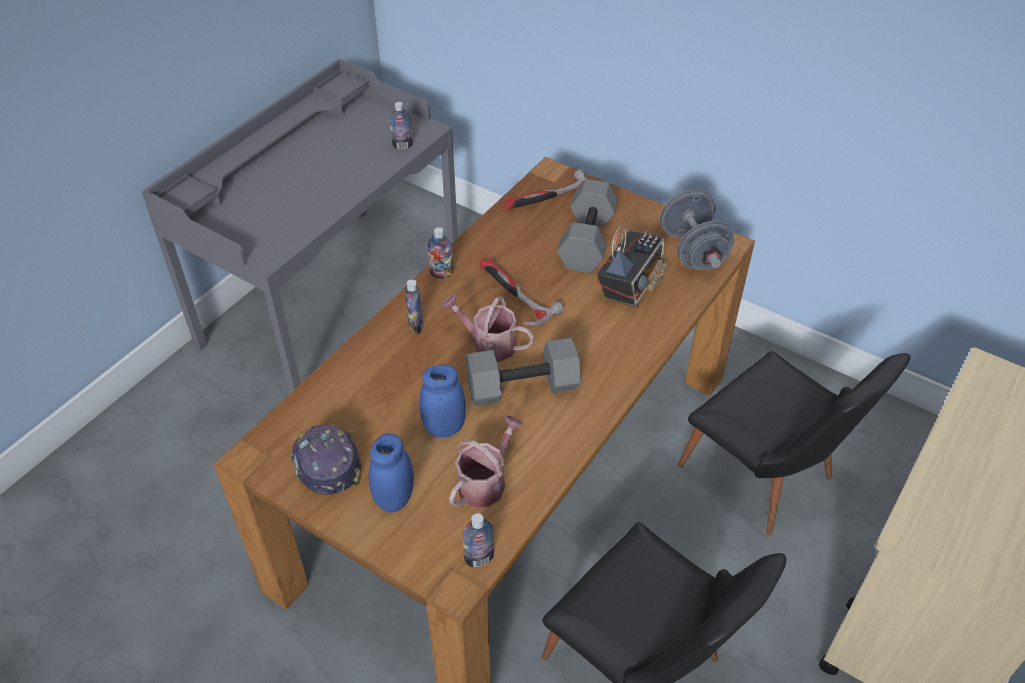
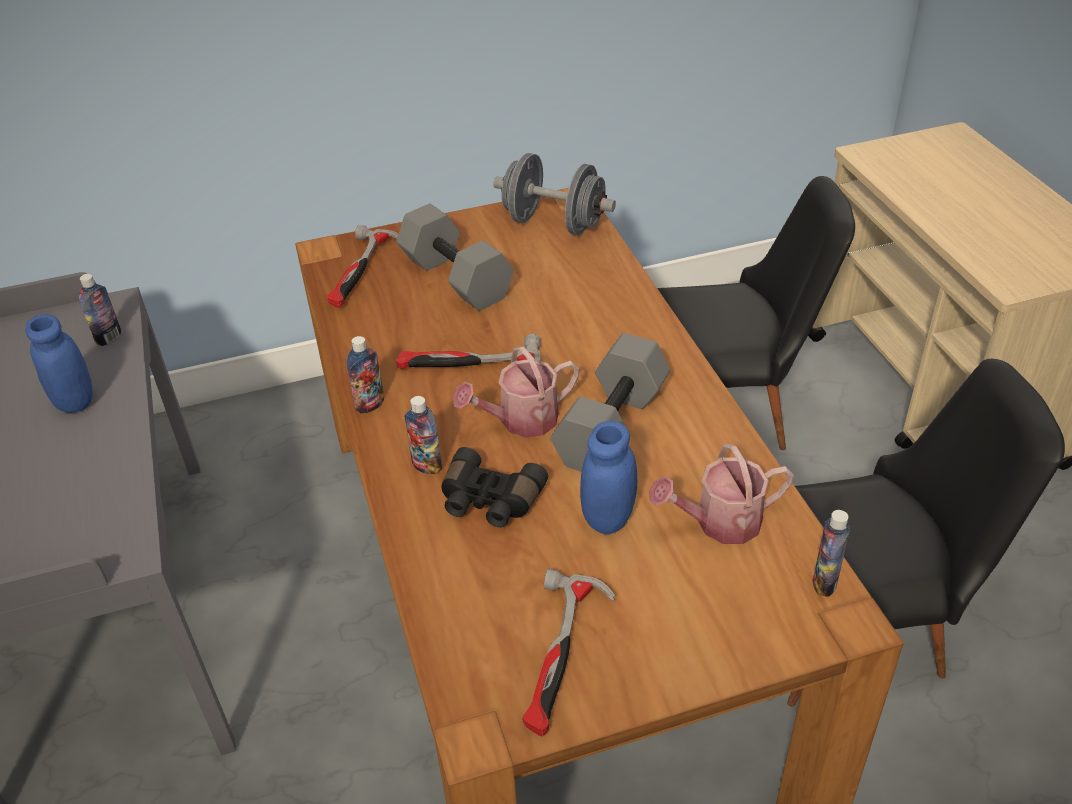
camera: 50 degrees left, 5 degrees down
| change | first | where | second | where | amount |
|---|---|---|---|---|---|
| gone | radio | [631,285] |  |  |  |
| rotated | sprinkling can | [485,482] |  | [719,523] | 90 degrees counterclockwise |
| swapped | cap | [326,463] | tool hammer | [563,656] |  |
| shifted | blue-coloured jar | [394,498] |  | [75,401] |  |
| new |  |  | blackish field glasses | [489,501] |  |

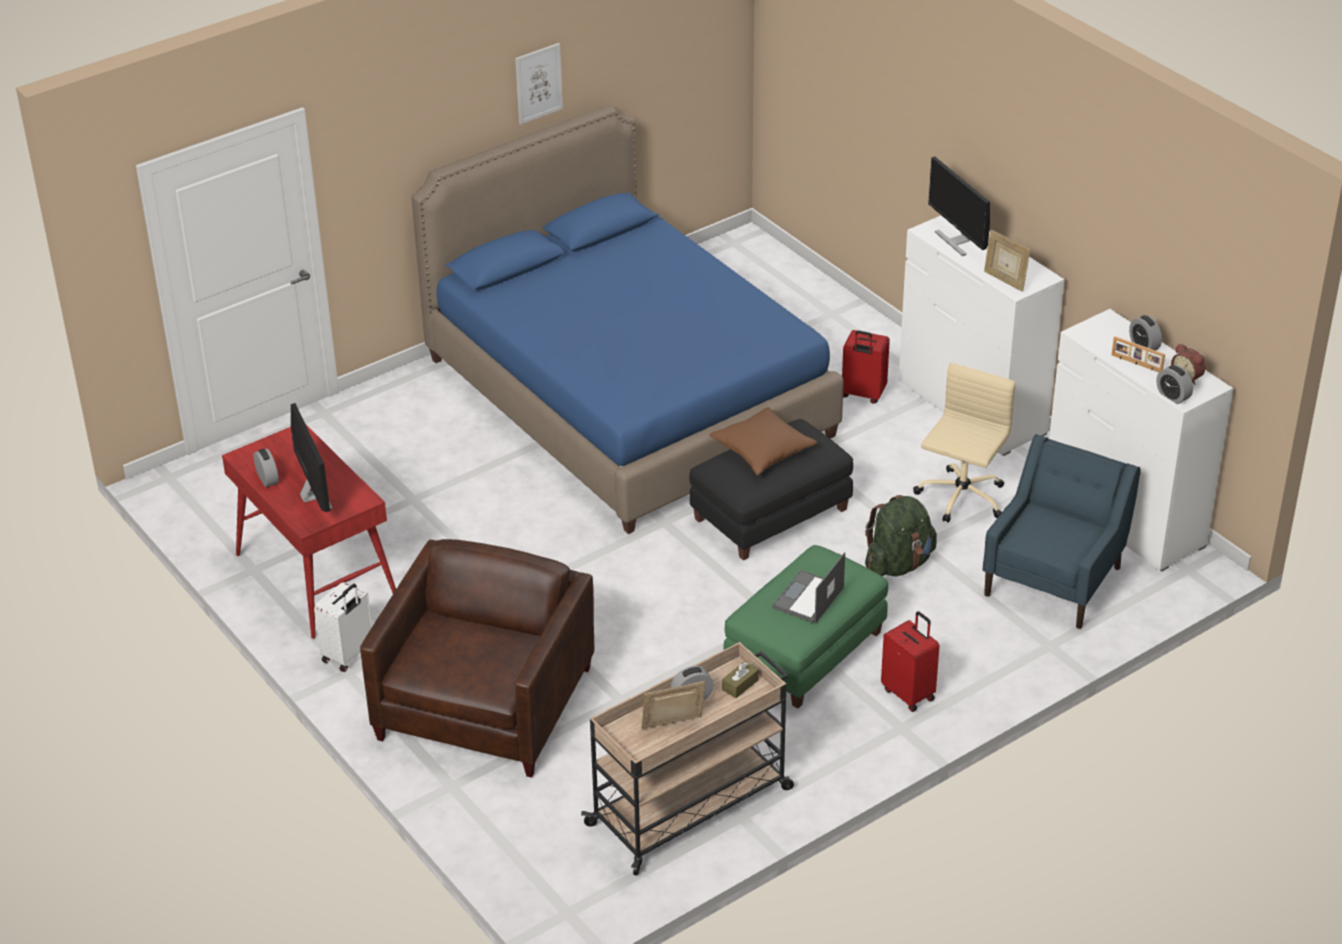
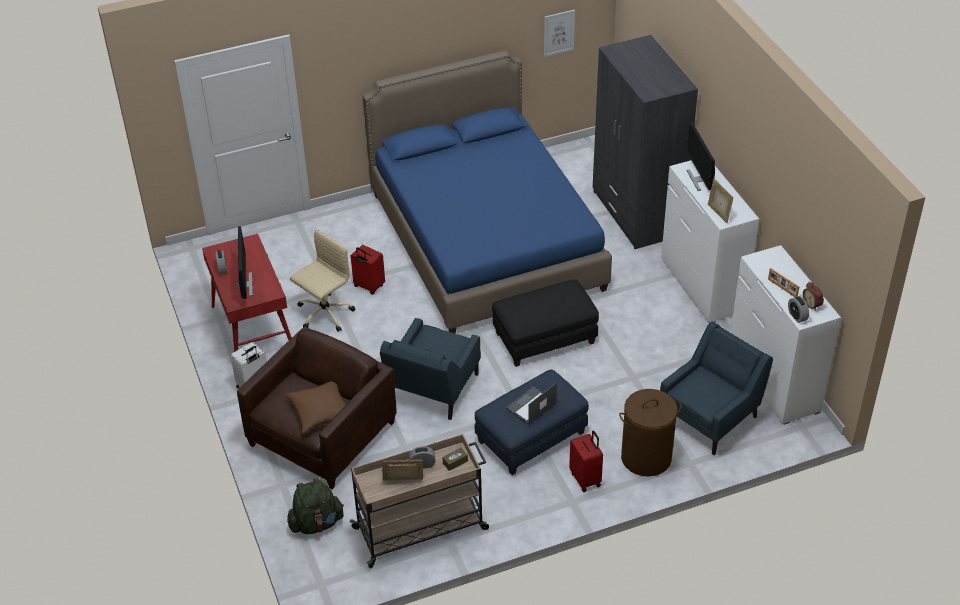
camera: 15 degrees right, 5 degrees up
| change | first | where | second | where | amount |
|---|---|---|---|---|---|
| shifted | wall picture | [538,83] |  | [559,33] |  |
| gone | table clock | [1144,346] |  |  |  |
| shifted | red piece of luggage | [862,394] |  | [368,286] |  |
| shifted | beige office chair | [961,498] |  | [324,314] |  |
| shifted | brown-coloured pillow | [762,451] |  | [320,412] |  |
| shifted | green-coloured rucksack | [899,564] |  | [316,523] |  |
| repainted | green-coloured footrest | [804,652] | blue-coloured footrest | [530,437] |  |
| new |  |  | gray clothes cupboard | [636,214] |  |
| new |  |  | blue-coloured lounge chair | [433,389] |  |
| new |  |  | brown-coloured washing basket | [646,457] |  |

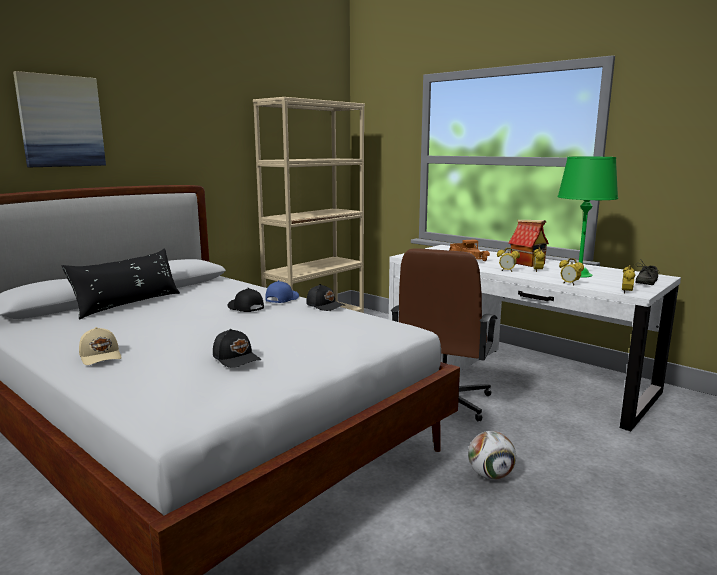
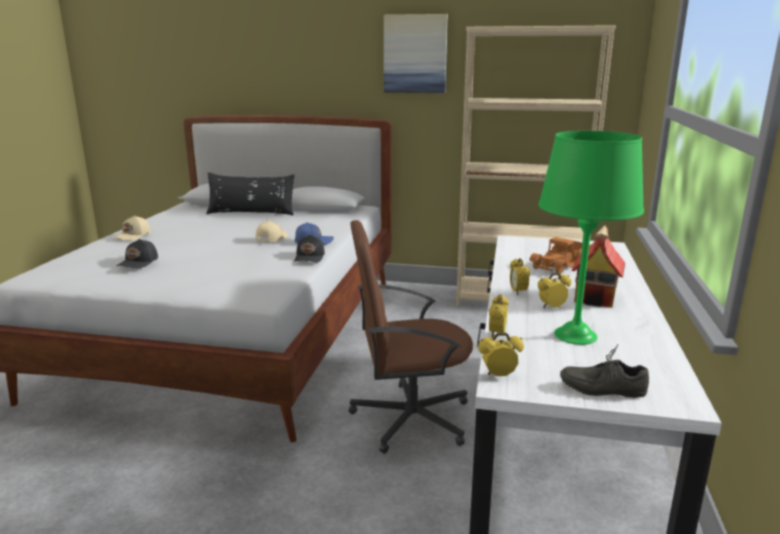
camera: 60 degrees right, 5 degrees up
| change | first | where | second | where | amount |
|---|---|---|---|---|---|
| shifted | wall picture | [61,121] |  | [415,54] |  |
| repainted | blackish cap | [245,308] | beige cap | [271,238] |  |
| gone | football | [490,475] |  |  |  |

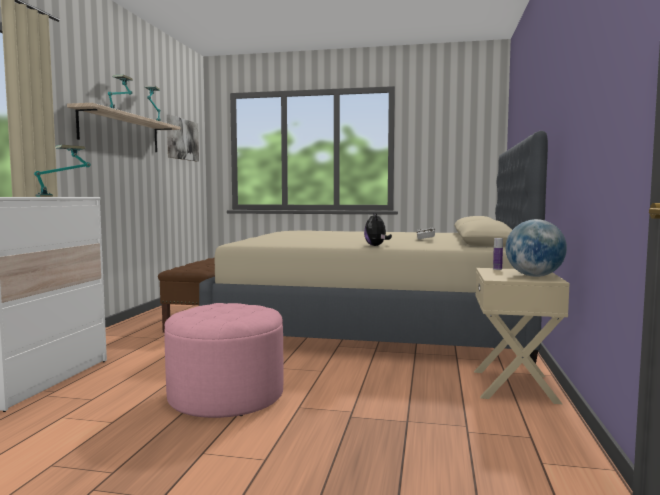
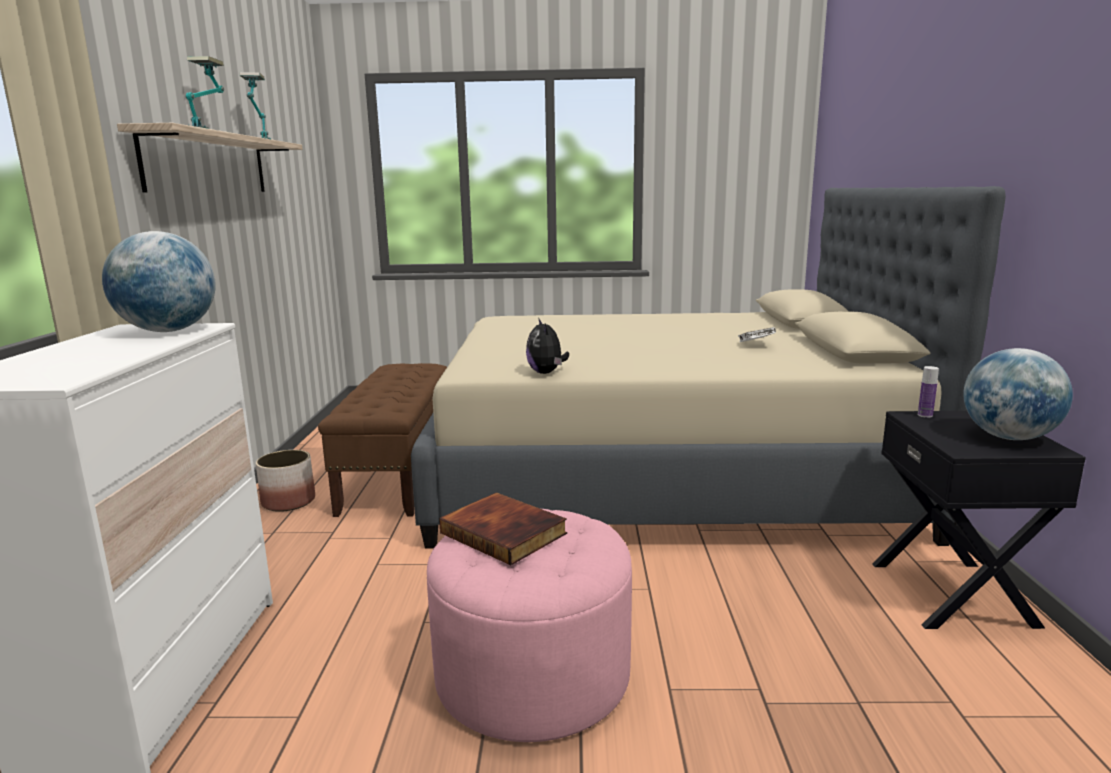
camera: 10 degrees left, 10 degrees up
| change | first | where | second | where | amount |
|---|---|---|---|---|---|
| gone | wall picture | [182,139] |  |  |  |
| swapped | table lamp | [64,196] | globe | [168,331] |  |
| shifted | soft toy | [376,246] |  | [546,373] |  |
| repainted | beige nightstand | [516,386] | blackish nightstand | [954,593] |  |
| new |  |  | planter | [289,501] |  |
| new |  |  | bound book | [505,532] |  |

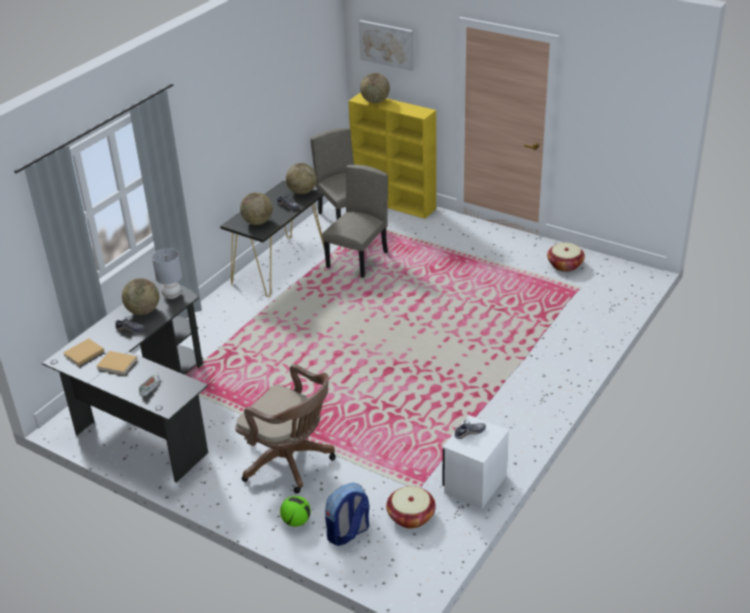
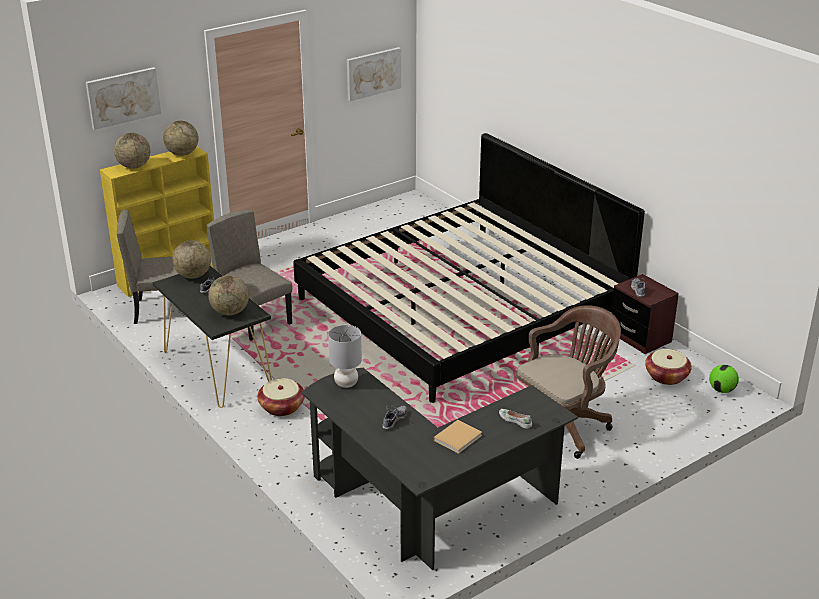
camera: 70 degrees left, 5 degrees down
| change | first | where | second | where | amount |
|---|---|---|---|---|---|
| shifted | basket | [565,265] |  | [282,407] |  |
| shifted | globe | [143,311] |  | [182,154] |  |
| gone | beige bound book | [83,354] |  |  |  |
| repainted | whitish nightstand | [475,484] | brown-coloured nightstand | [640,337] |  |
| gone | rucksack | [348,533] |  |  |  |
| shifted | football | [296,521] |  | [722,390] |  |
| new |  |  | wall picture | [373,73] |  |
| new |  |  | bedroom bed | [461,308] |  |

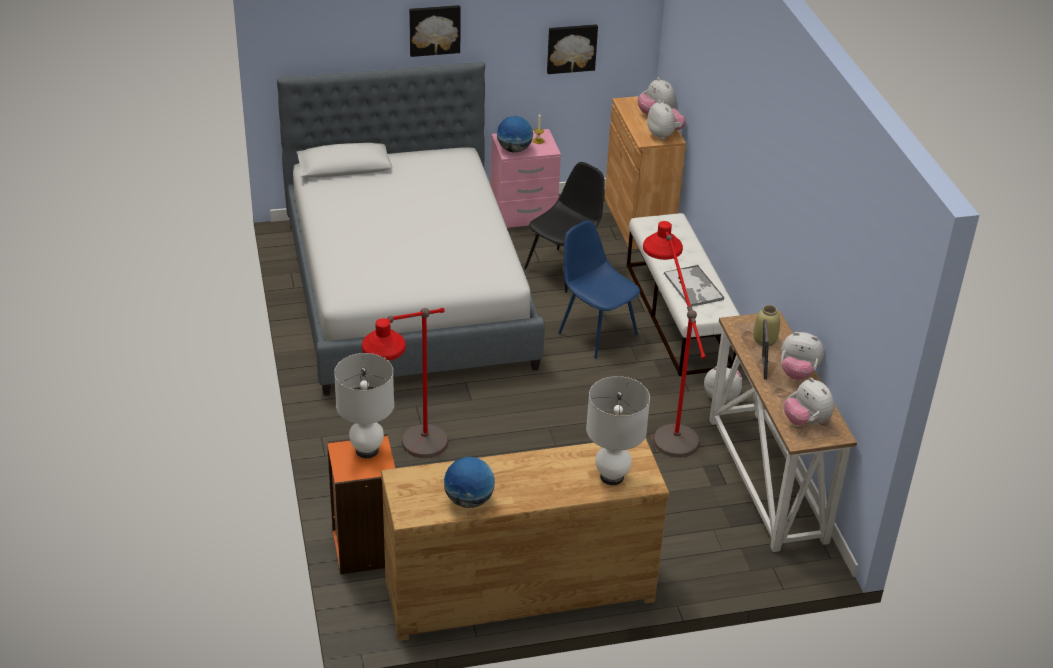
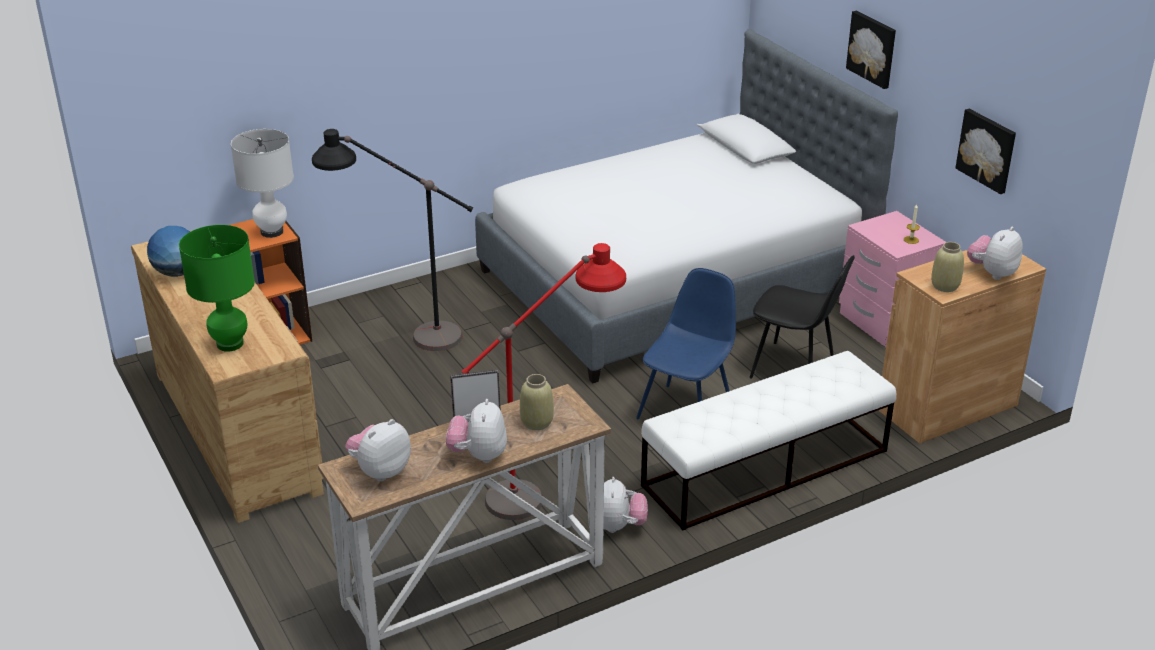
camera: 75 degrees right, 5 degrees down
| change | first | where | second | where | amount |
|---|---|---|---|---|---|
| swapped | soft toy | [664,135] | beige vase | [945,286] |  |
| gone | globe | [514,149] |  |  |  |
| gone | carrying tray | [694,287] |  |  |  |
| repainted | red standard lamp | [410,463] | blackish standard lamp | [403,335] |  |
| repainted | whitish table lamp | [612,477] | green-coloured table lamp | [230,344] |  |

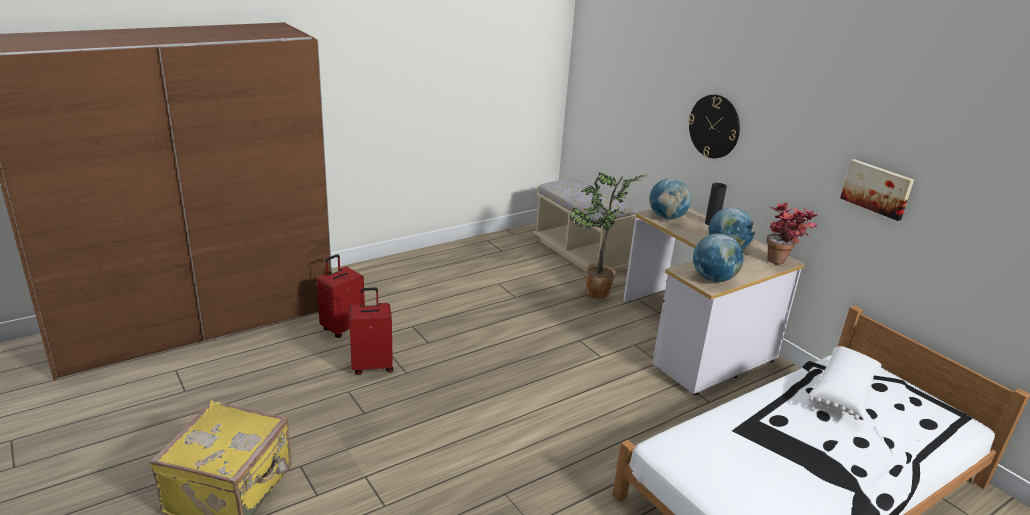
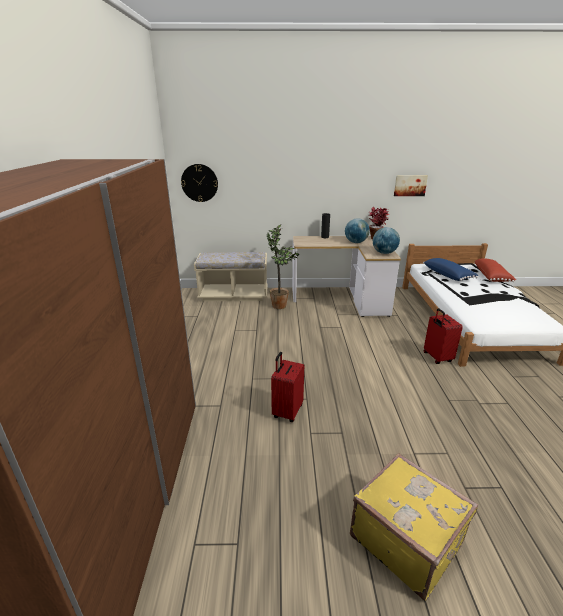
camera: 55 degrees left, 0 degrees up
| change | first | where | second | where | amount |
|---|---|---|---|---|---|
| shifted | wall clock | [714,126] |  | [199,183] |  |
| gone | globe | [666,217] |  |  |  |
| shifted | red piece of luggage | [342,328] |  | [436,357] |  |
| repainted | whitish pillow | [843,392] | blue-coloured pillow | [448,275] |  |
| new |  |  | red pillow | [492,276] |  |

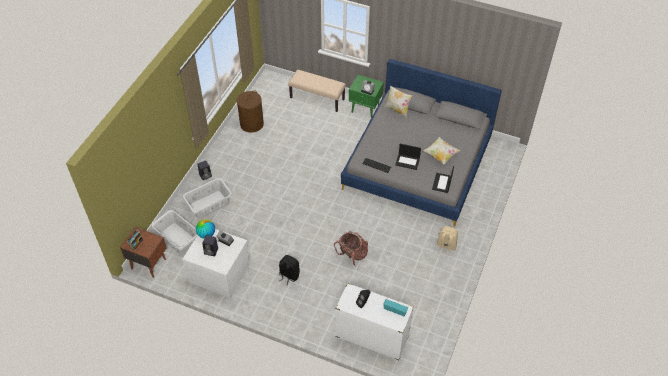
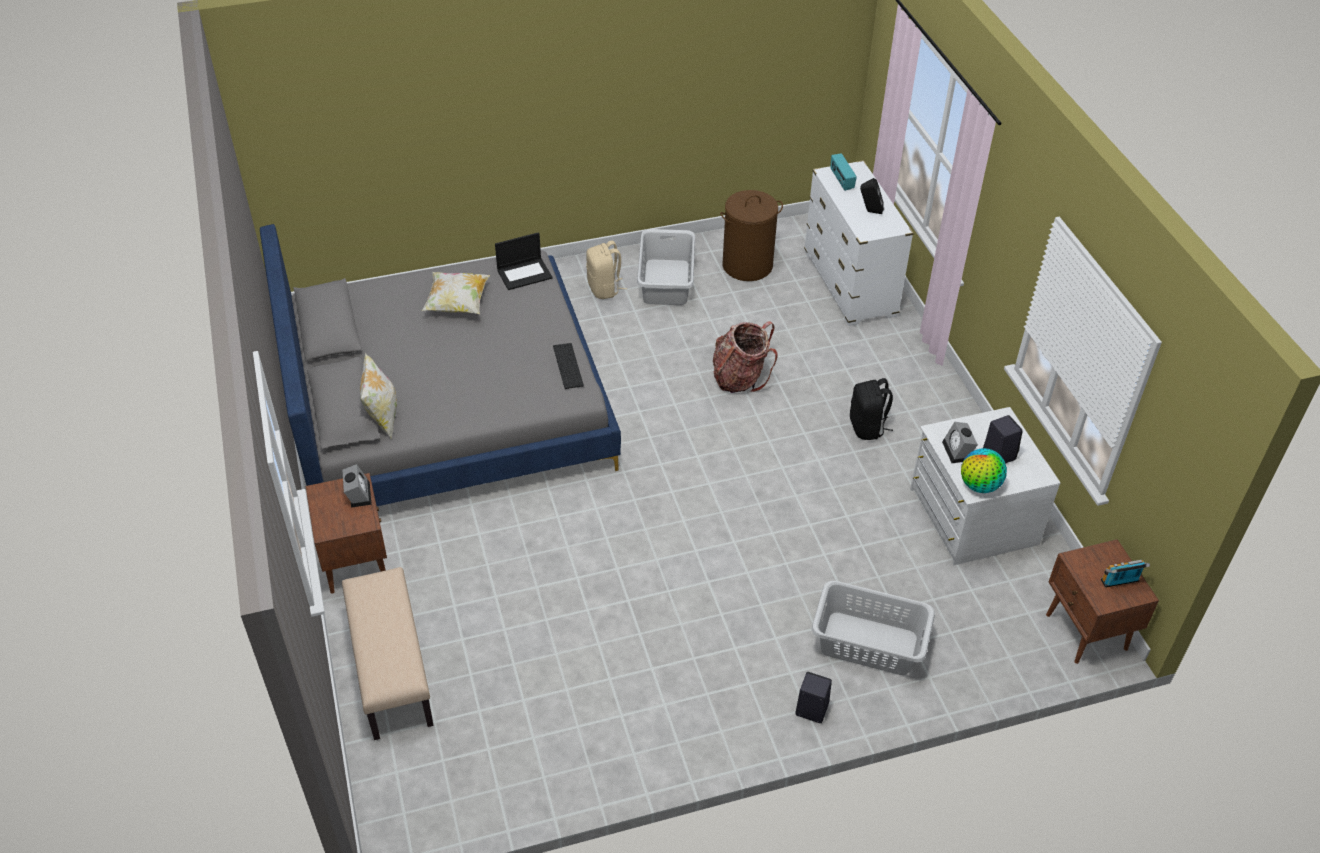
camera: 130 degrees left, 5 degrees down
| change | first | where | second | where | amount |
|---|---|---|---|---|---|
| repainted | green-coloured nightstand | [365,109] | brown-coloured nightstand | [355,563] |  |
| shifted | brown-coloured washing basket | [251,124] |  | [747,266] |  |
| gone | notebook computer | [407,161] |  |  |  |
| shifted | gray washing basket | [178,238] |  | [665,282] |  |

